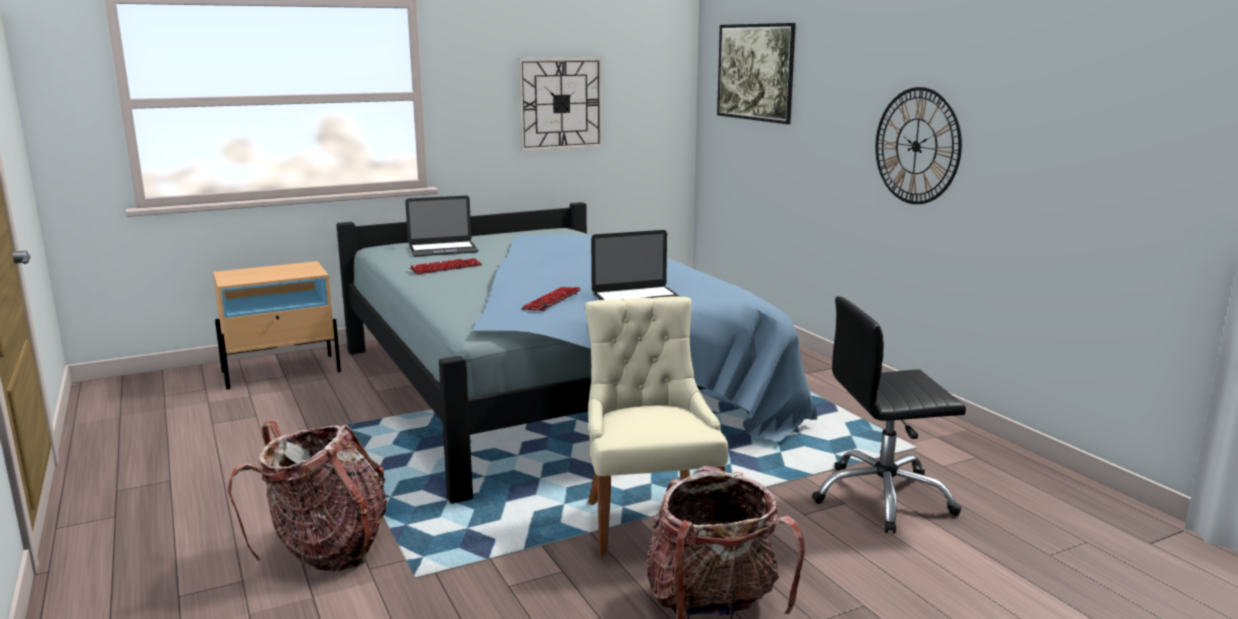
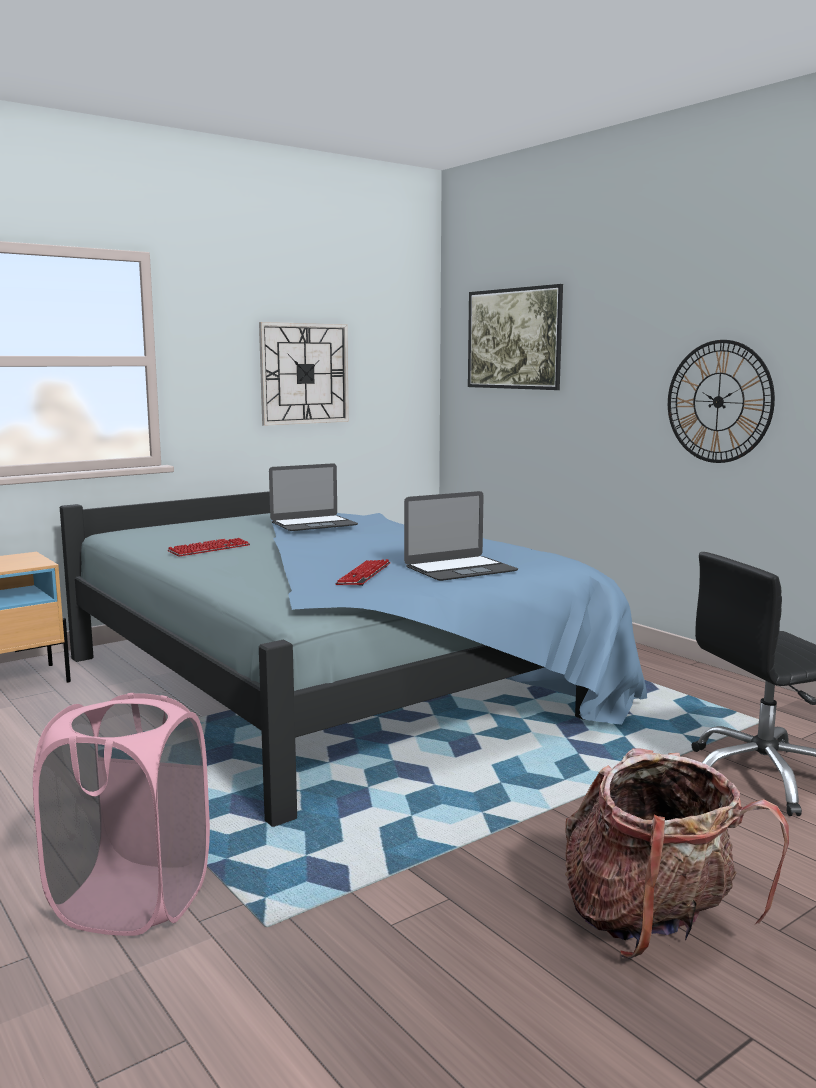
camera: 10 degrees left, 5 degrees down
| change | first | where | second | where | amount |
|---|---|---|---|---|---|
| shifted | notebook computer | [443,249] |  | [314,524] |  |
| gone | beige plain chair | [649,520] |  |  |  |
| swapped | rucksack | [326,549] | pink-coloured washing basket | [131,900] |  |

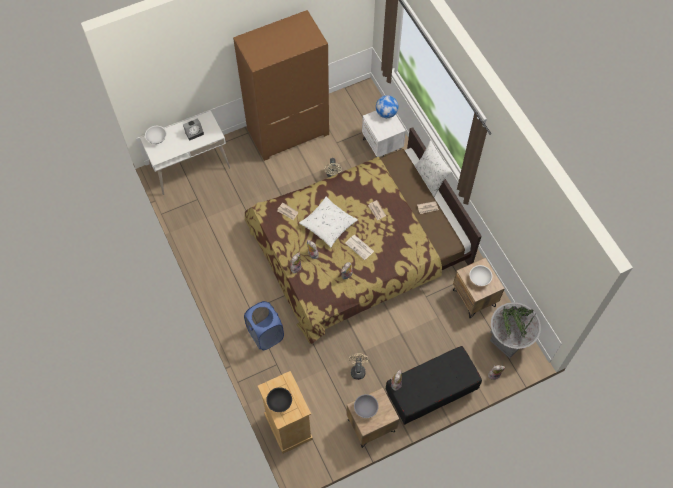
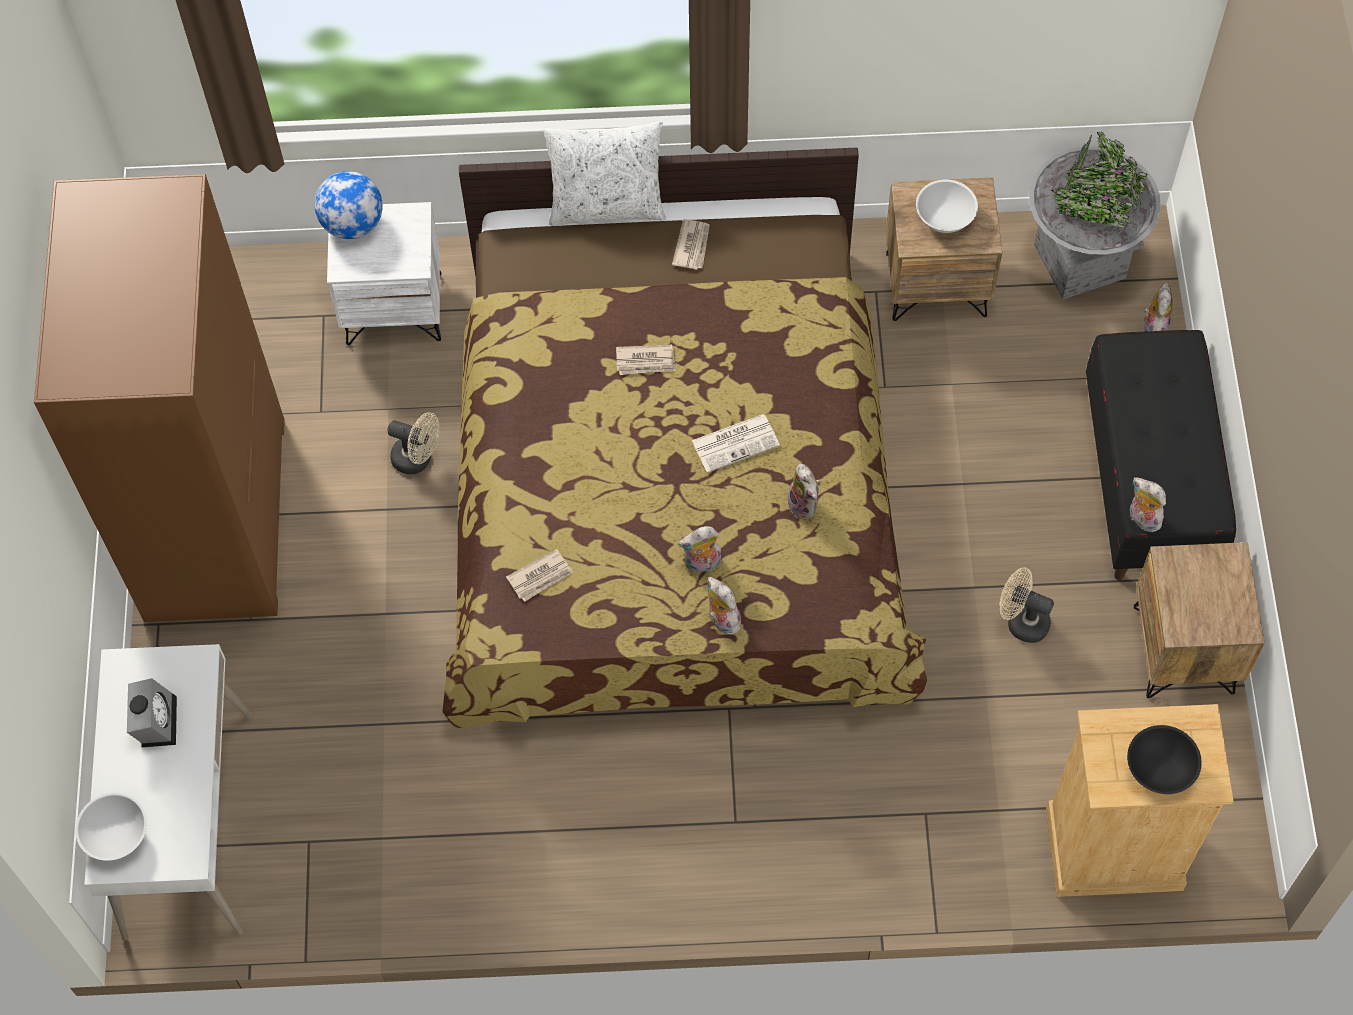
camera: 65 degrees left, 0 degrees up
| change | first | where | second | where | amount |
|---|---|---|---|---|---|
| gone | whitish pillow | [328,224] |  |  |  |
| gone | blue-coloured washing basket | [265,334] |  |  |  |
| gone | gray deep dish | [365,408] |  |  |  |

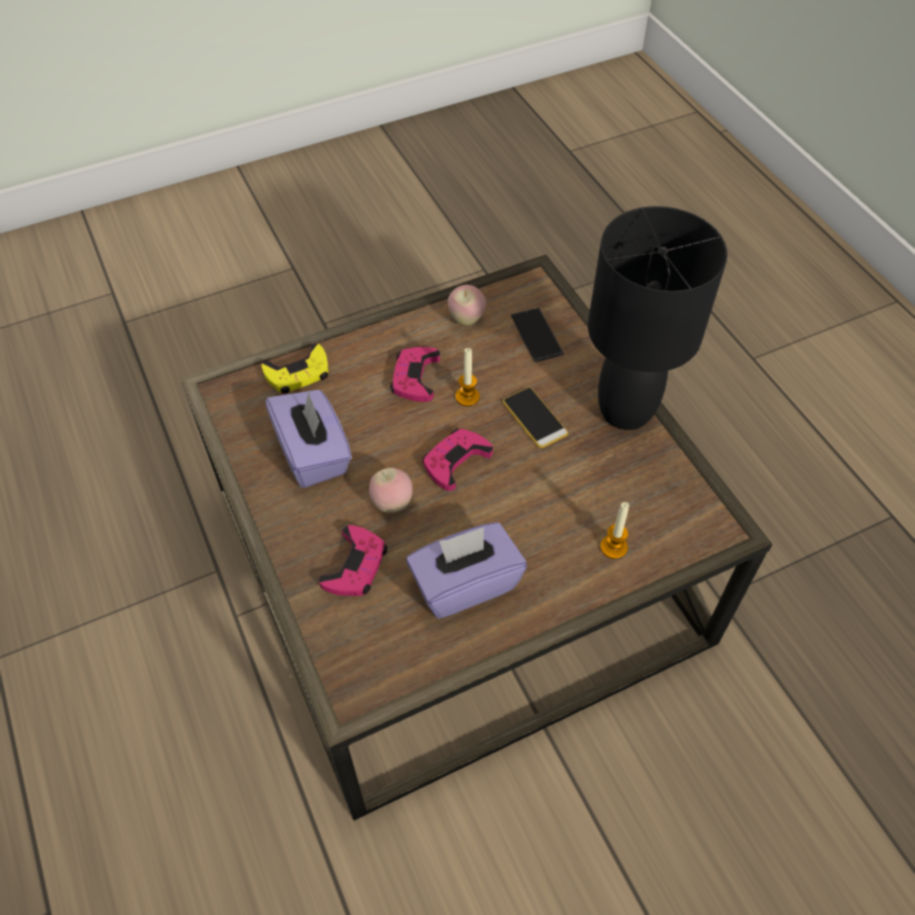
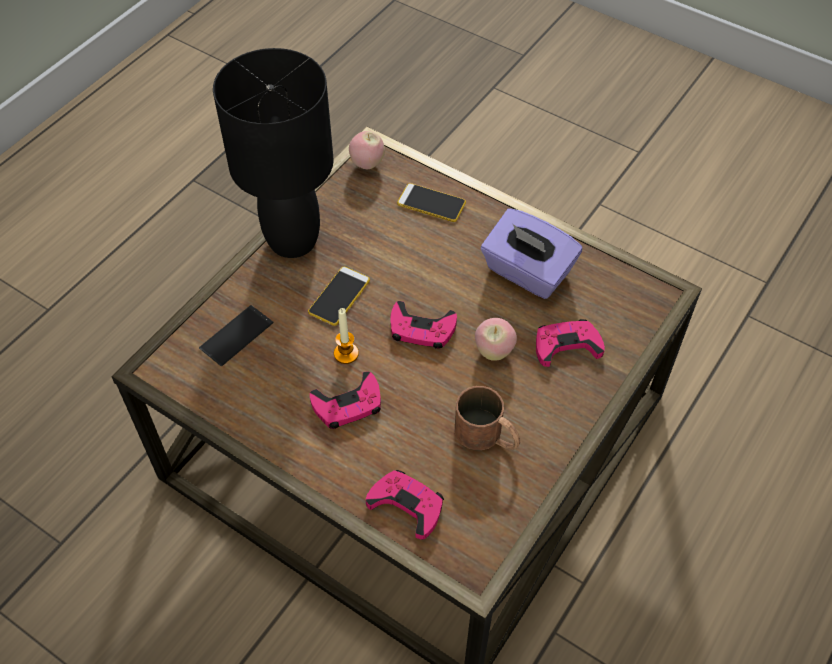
camera: 120 degrees left, 0 degrees up
| change | first | where | second | where | amount |
|---|---|---|---|---|---|
| shifted | whole apple | [466,319] |  | [367,164] |  |
| repainted | yellow game controller | [298,373] | pink-coloured game controller | [407,505] |  |
| swapped | purplish tissue holder | [313,454] | brown-coloured tea mug | [487,436] |  |
| swapped | candle | [613,547] | handset | [431,203] |  |

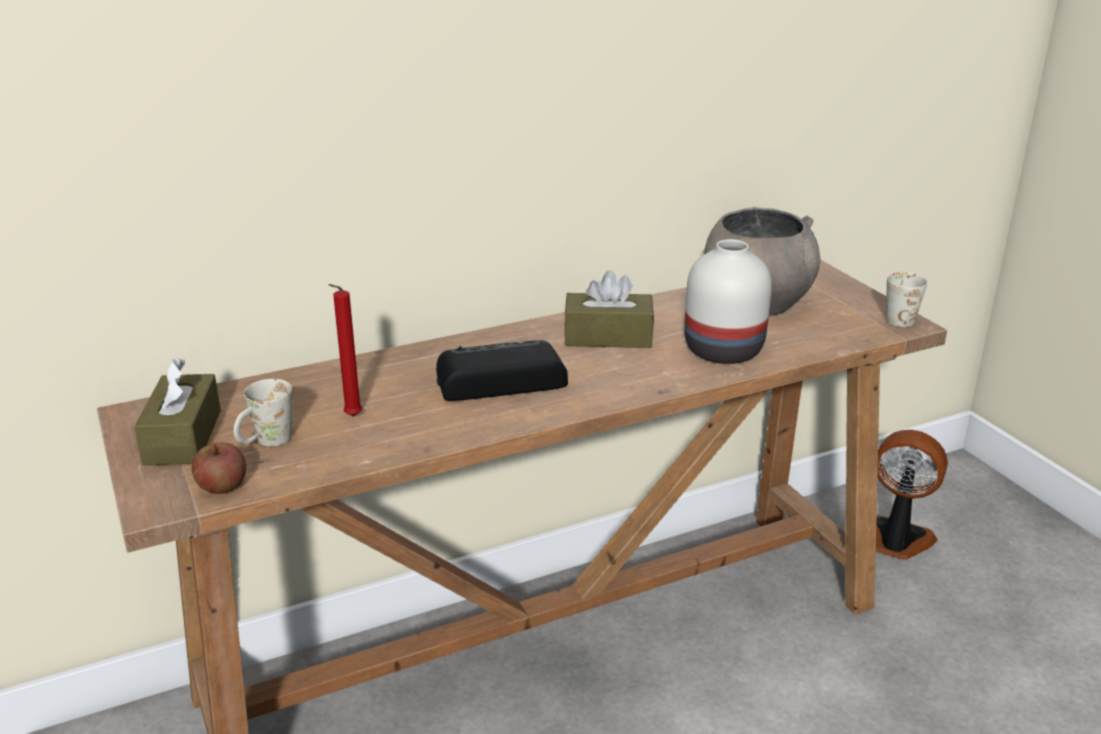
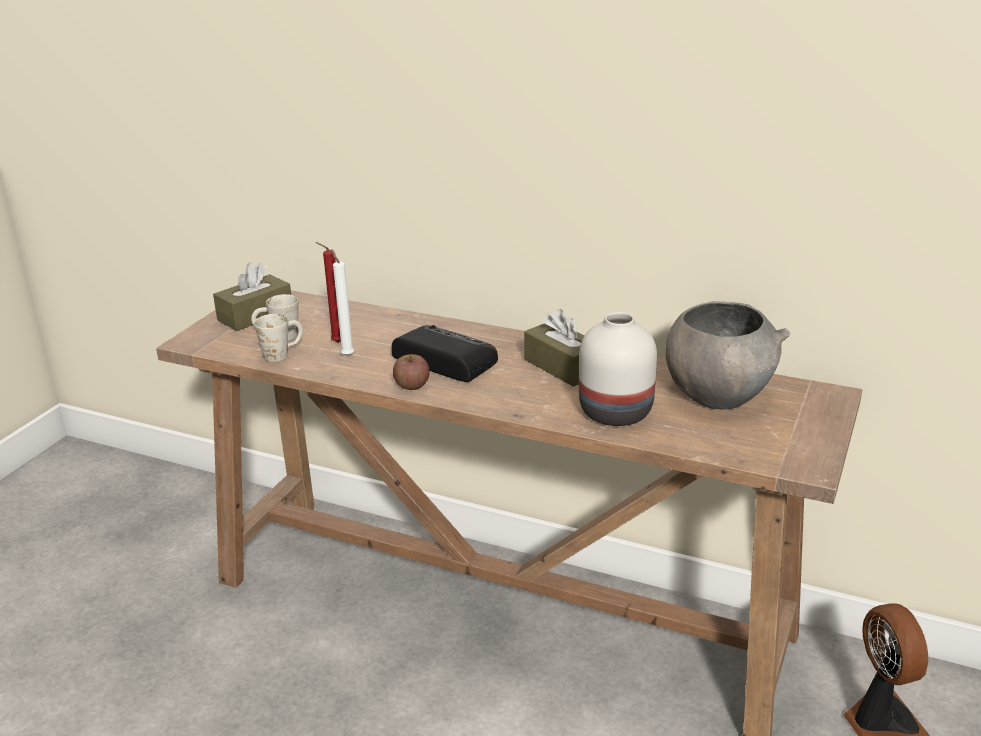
camera: 50 degrees right, 0 degrees up
| change | first | where | second | where | amount |
|---|---|---|---|---|---|
| shifted | whitish tea mug | [897,317] |  | [283,353] |  |
| shifted | whole apple | [222,486] |  | [412,385] |  |
| new |  |  | whitish candle | [346,355] |  |

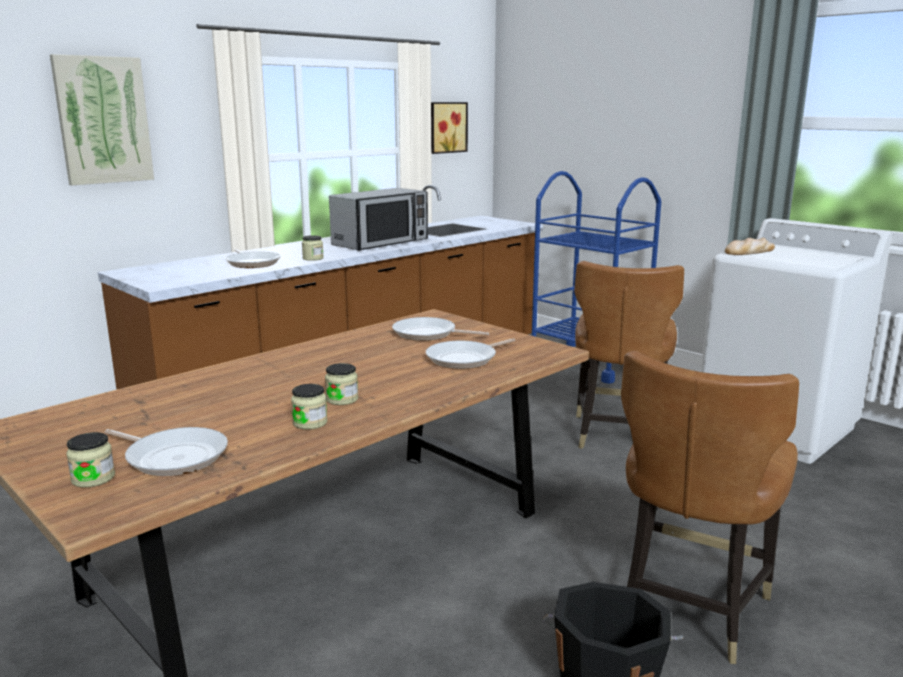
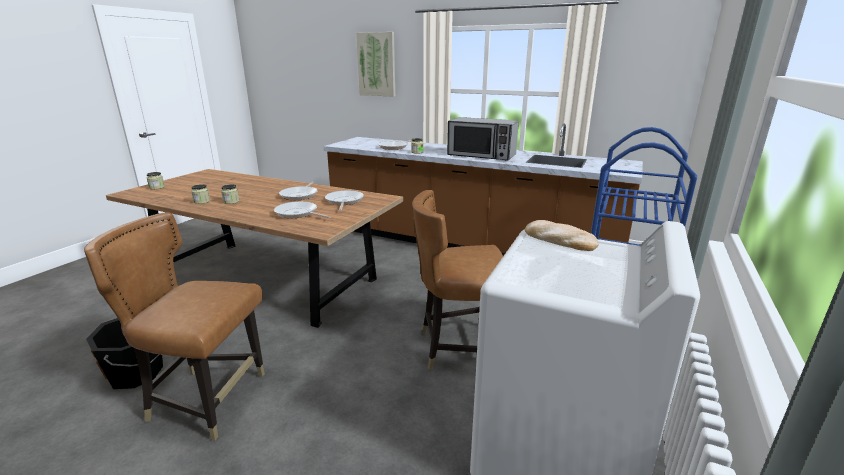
camera: 70 degrees right, 5 degrees up
| change | first | where | second | where | amount |
|---|---|---|---|---|---|
| gone | wall picture | [447,127] |  |  |  |
| shifted | pan | [173,457] |  | [300,195] |  |

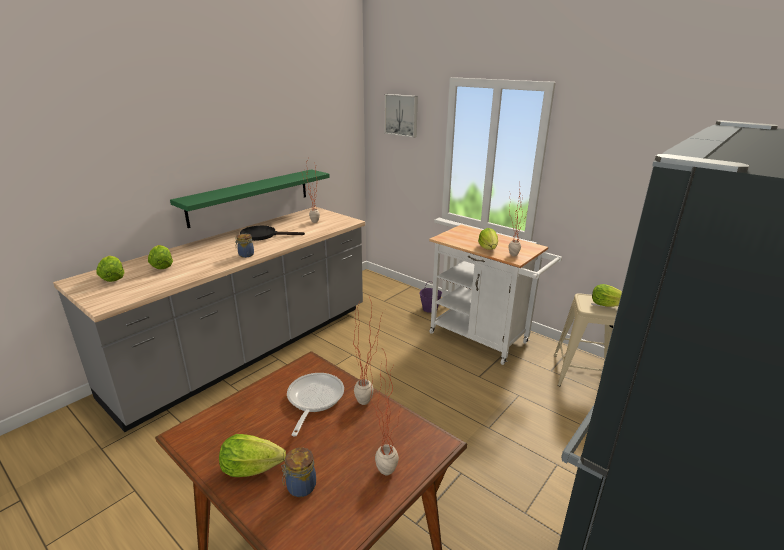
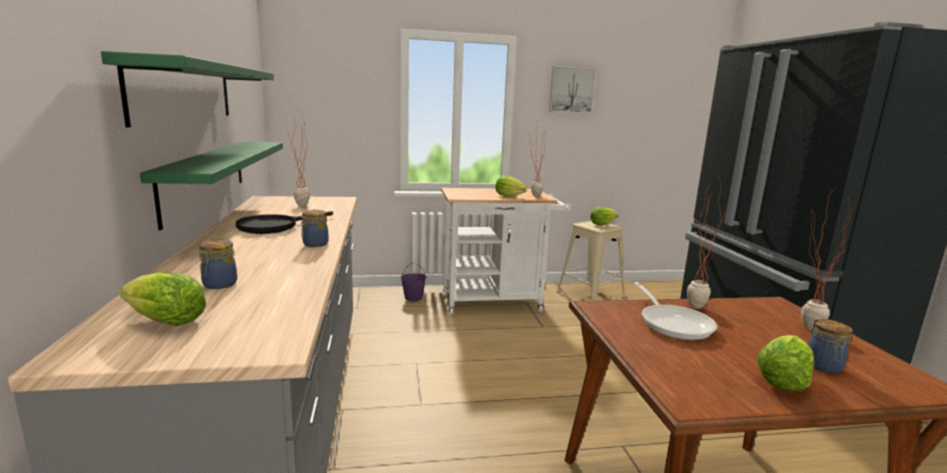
camera: 50 degrees left, 10 degrees down
| change | first | where | second | where | amount |
|---|---|---|---|---|---|
| shifted | wall picture | [402,115] |  | [571,90] |  |
| swapped | head of lettuce | [162,266] | jar | [218,285] |  |
| rotated | pan | [313,400] |  | [673,323] | 150 degrees counterclockwise |
| new |  |  | green-coloured bracket shelf | [185,92] |  |

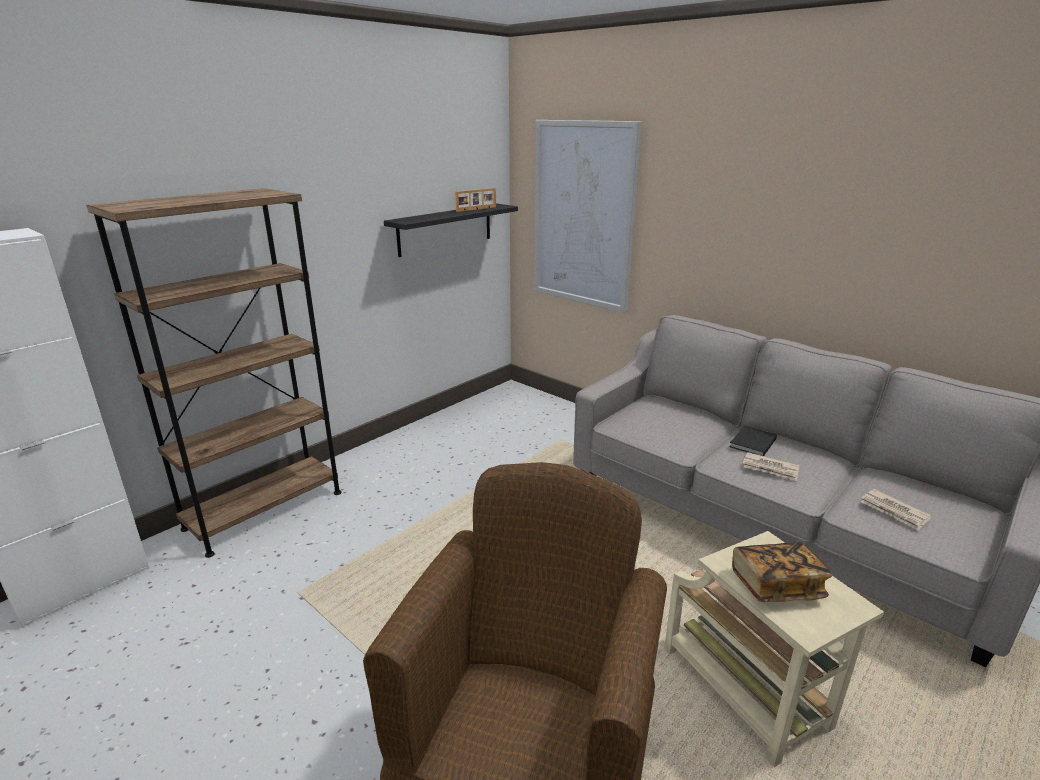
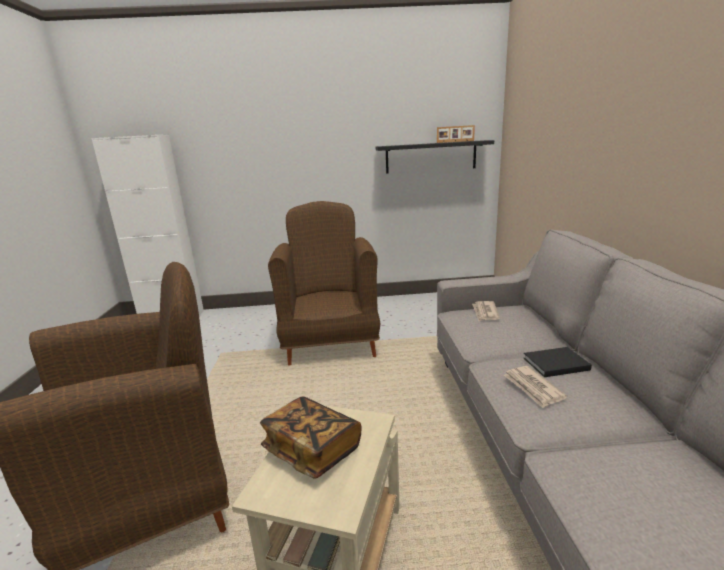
camera: 45 degrees right, 5 degrees down
| change | first | where | second | where | amount |
|---|---|---|---|---|---|
| gone | wall picture | [583,215] |  |  |  |
| gone | brown-coloured bookshelf | [264,510] |  |  |  |
| shifted | daily paper | [894,511] |  | [485,313] |  |
| new |  |  | brown-coloured lounge chair | [331,343] |  |

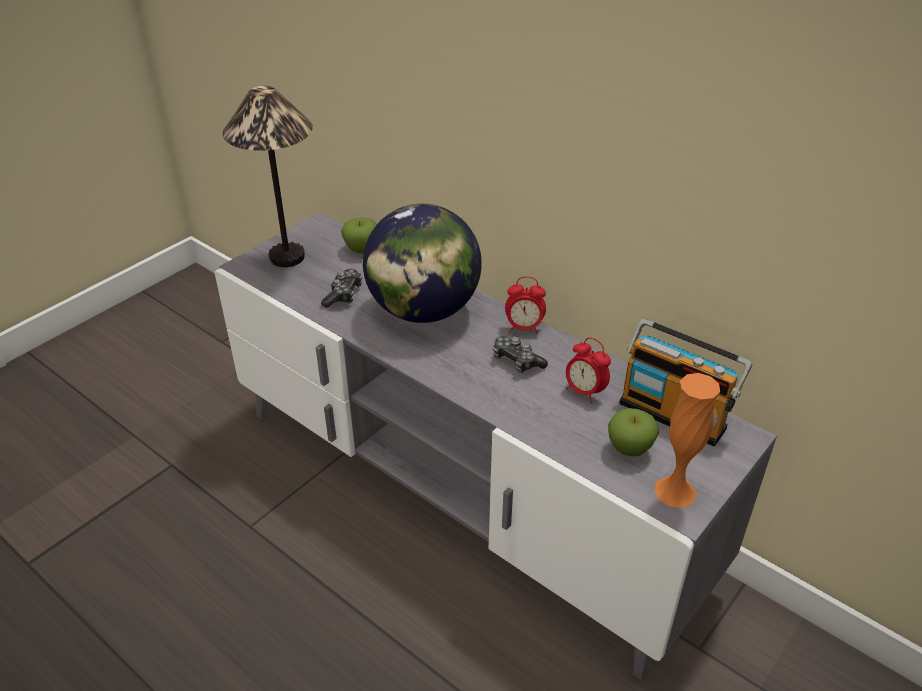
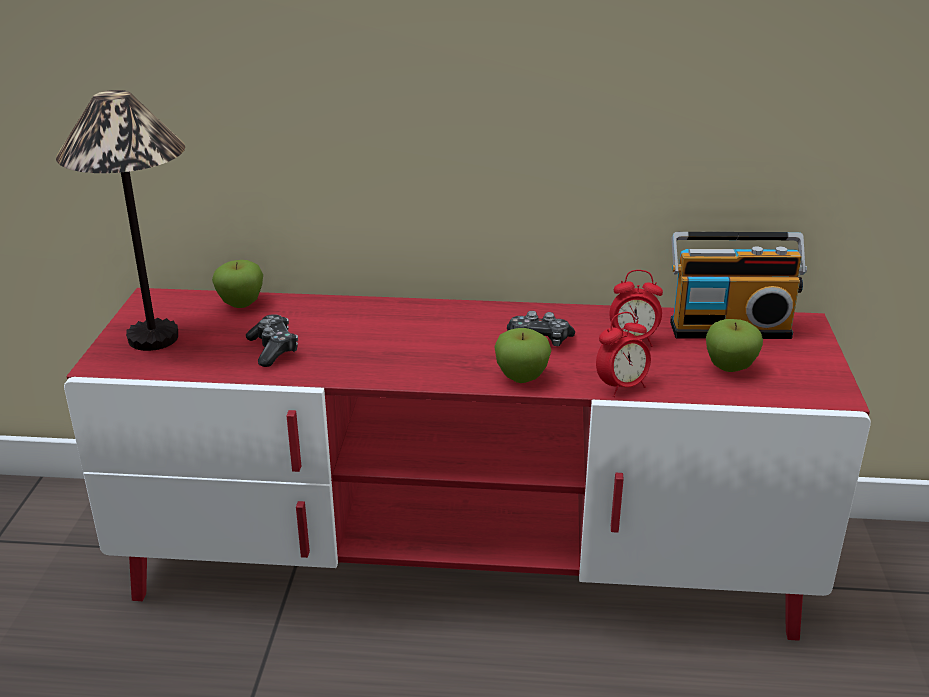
camera: 35 degrees left, 10 degrees down
| change | first | where | second | where | amount |
|---|---|---|---|---|---|
| gone | globe | [423,311] |  |  |  |
| repainted | gray tv stand | [461,493] | red tv stand | [464,564] |  |
| shifted | table clock | [524,328] |  | [621,387] |  |
| gone | orangey vase | [675,491] |  |  |  |
| new |  |  | whole apple | [521,377] |  |

